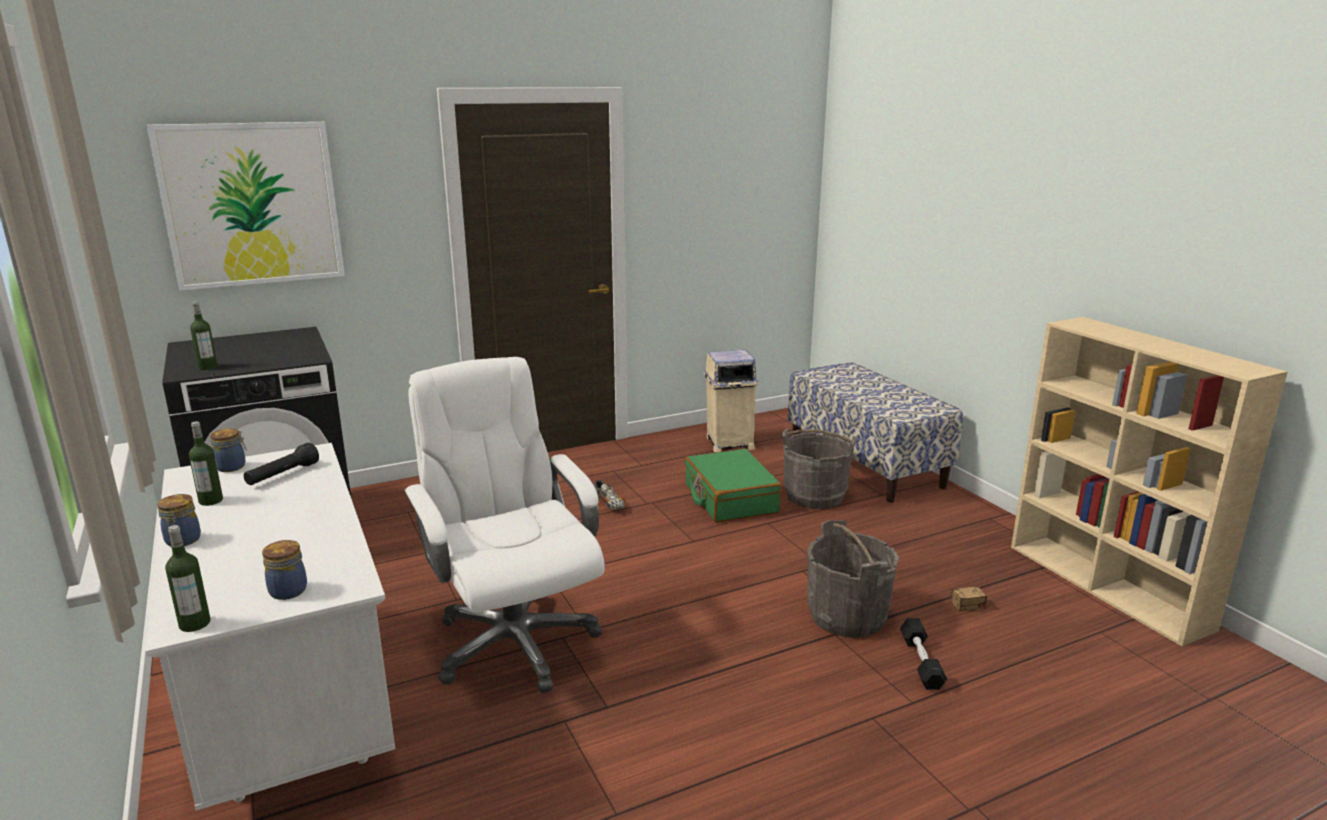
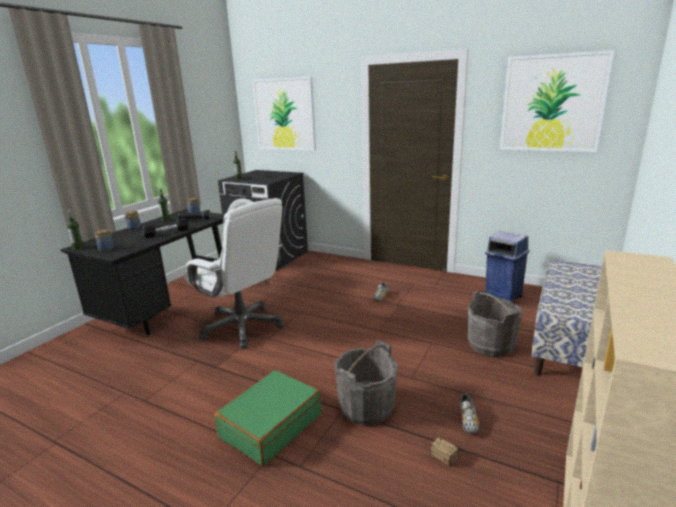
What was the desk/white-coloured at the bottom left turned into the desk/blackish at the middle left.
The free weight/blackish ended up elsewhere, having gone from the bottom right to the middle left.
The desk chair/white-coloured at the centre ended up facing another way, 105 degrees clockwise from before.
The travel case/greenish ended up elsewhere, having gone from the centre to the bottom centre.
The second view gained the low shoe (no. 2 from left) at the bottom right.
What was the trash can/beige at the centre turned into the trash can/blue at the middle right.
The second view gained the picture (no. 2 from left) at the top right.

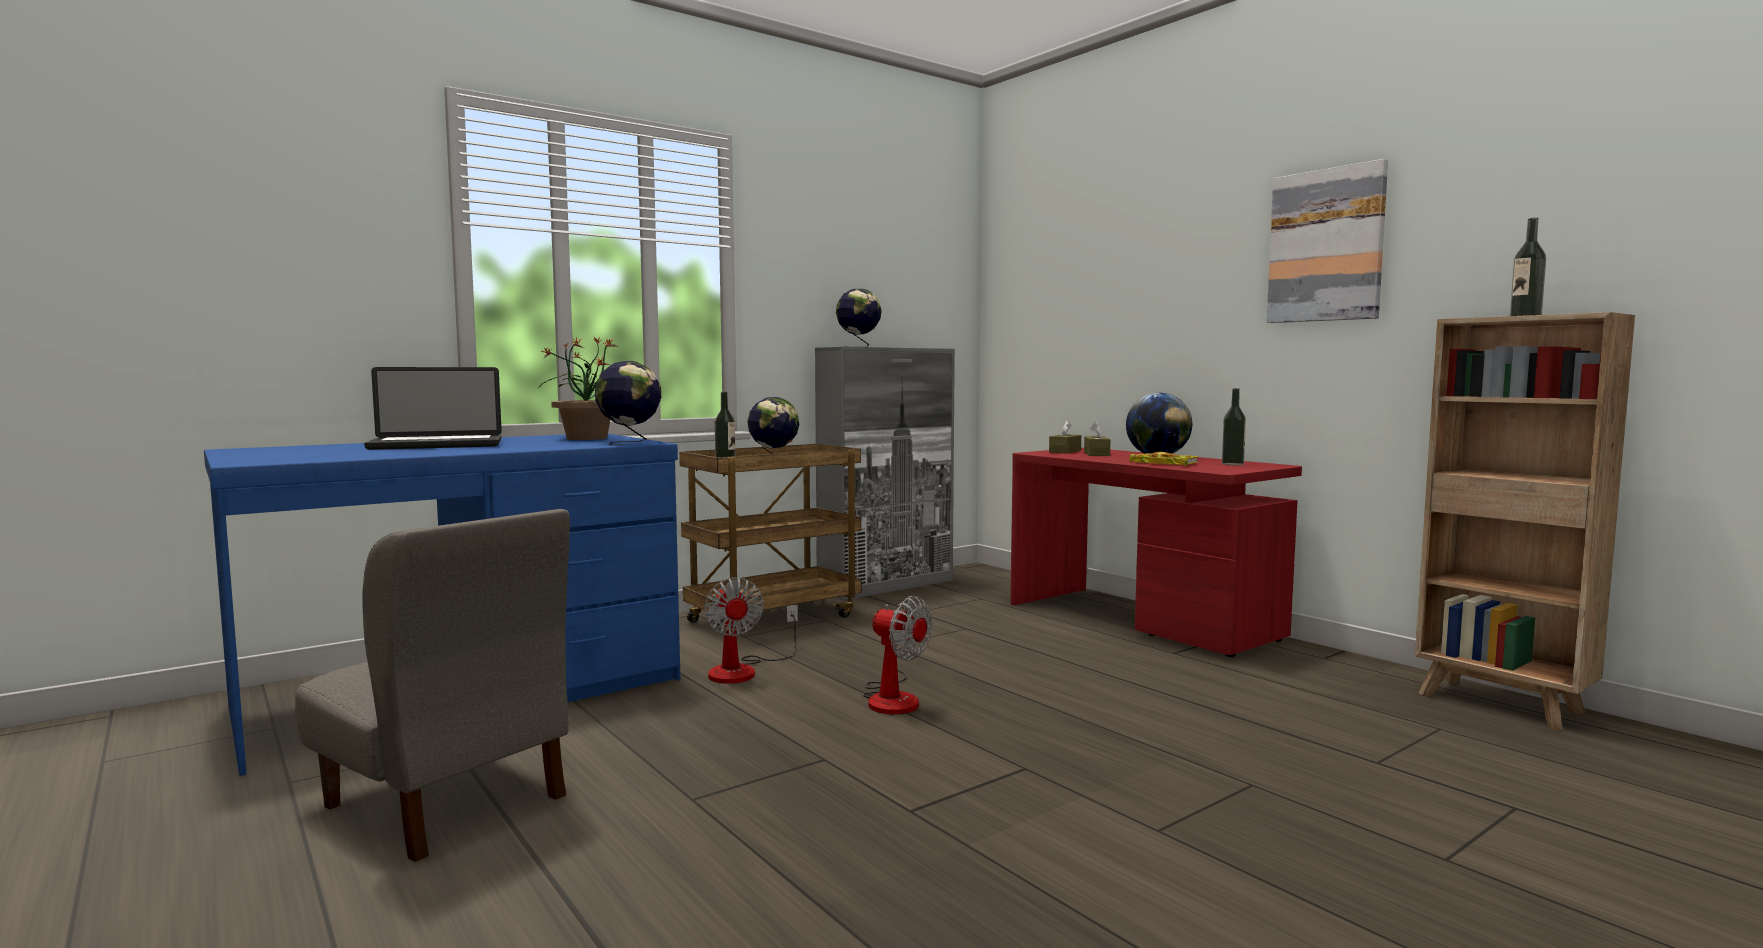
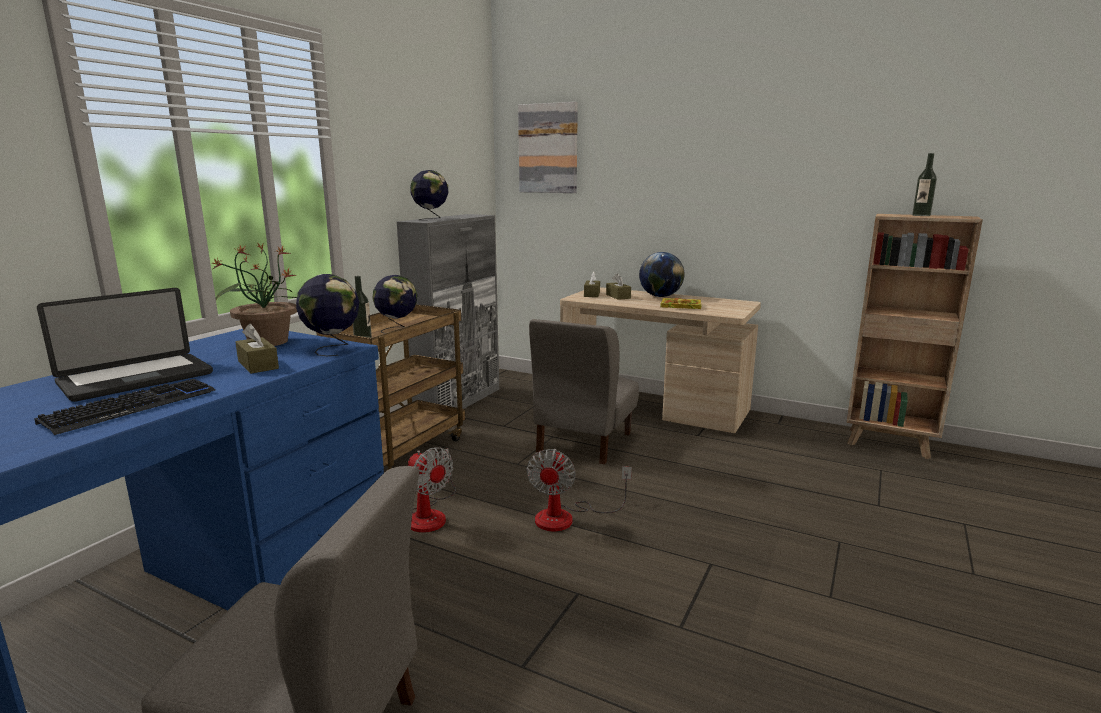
The second view gained the keyboard at the middle left.
The second view gained the tissue box/brown-coloured (no. 1 from left) at the middle left.
The picture ended up elsewhere, having gone from the top right to the top centre.
The fan (no. 2 from left) at the bottom centre ended up facing another way, 90 degrees clockwise from before.
The second view gained the chair/gray (no. 2 from left) at the centre.
What was the desk/red at the centre turned into the desk/beige at the centre.
The second view lost the drink bottle (no. 2 from left) at the middle right.

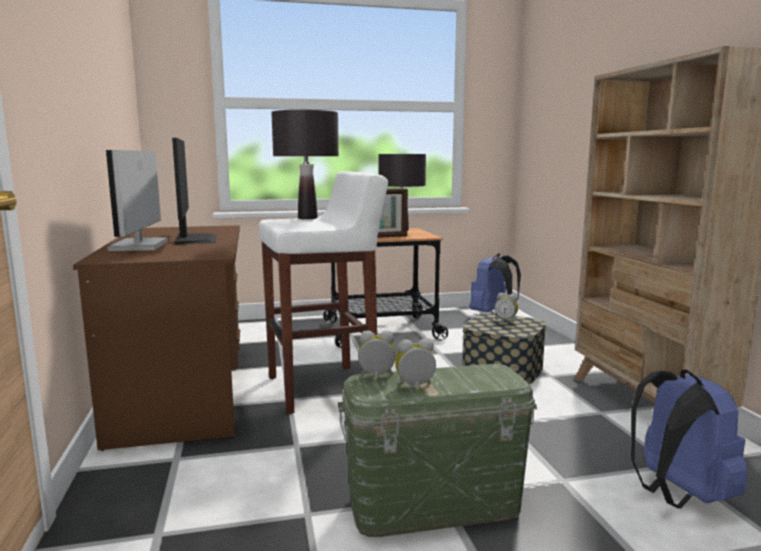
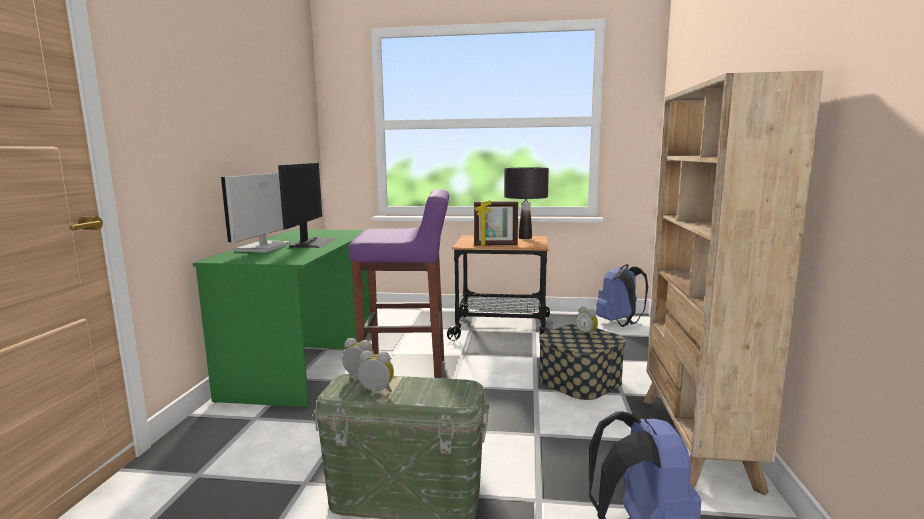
What was the desk/brown-coloured at the middle left turned into the desk/greenish at the middle left.
What was the sitting stool/white-coloured at the centre turned into the sitting stool/purple-coloured at the centre.
The second view lost the lamp for a table/blackish (no. 1 from left) at the top centre.

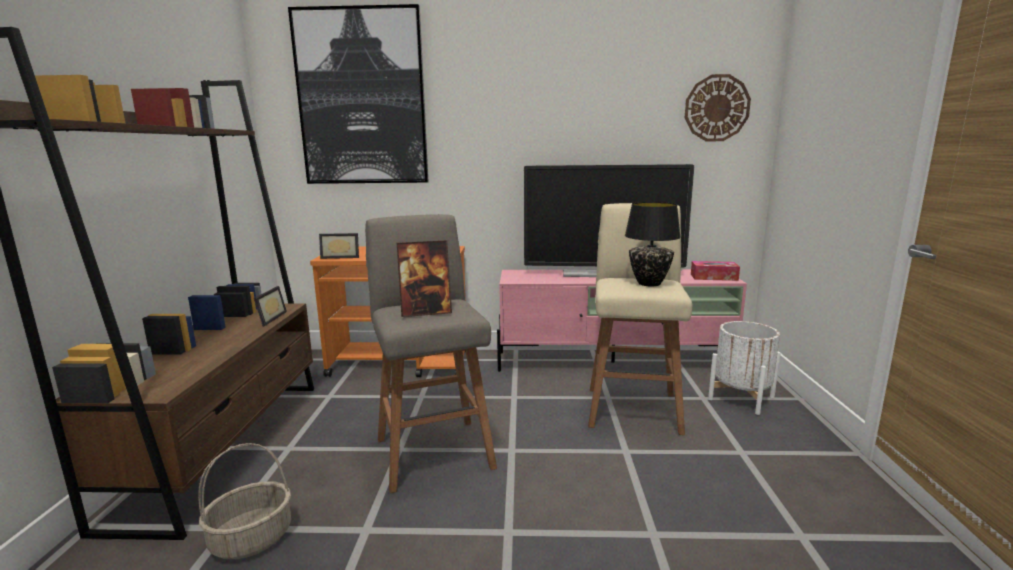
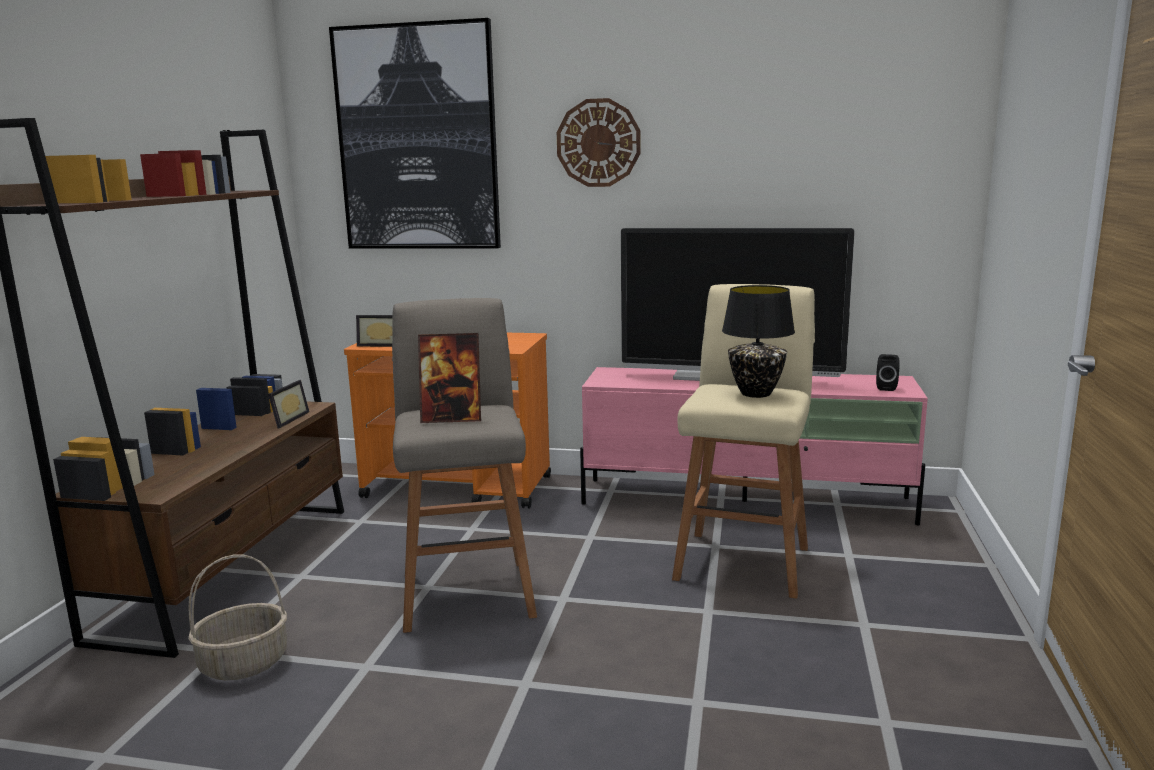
The hanging clock ended up elsewhere, having gone from the top right to the top centre.
Where the tissue box stood at the middle right, the audio speaker/blackish came to stand at the middle right.
The second view lost the planter/white-coloured at the middle right.

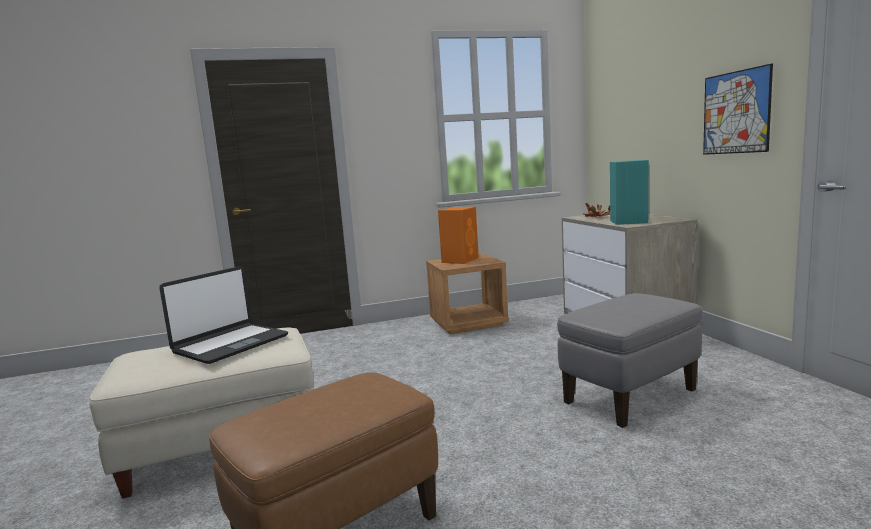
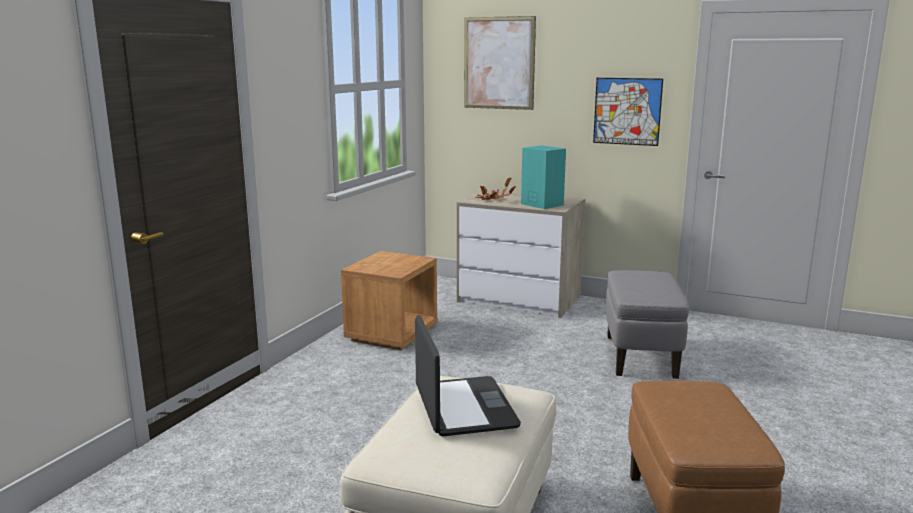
The second view gained the picture (no. 1 from left) at the top centre.
The second view lost the audio speaker/orange-coloured at the centre.

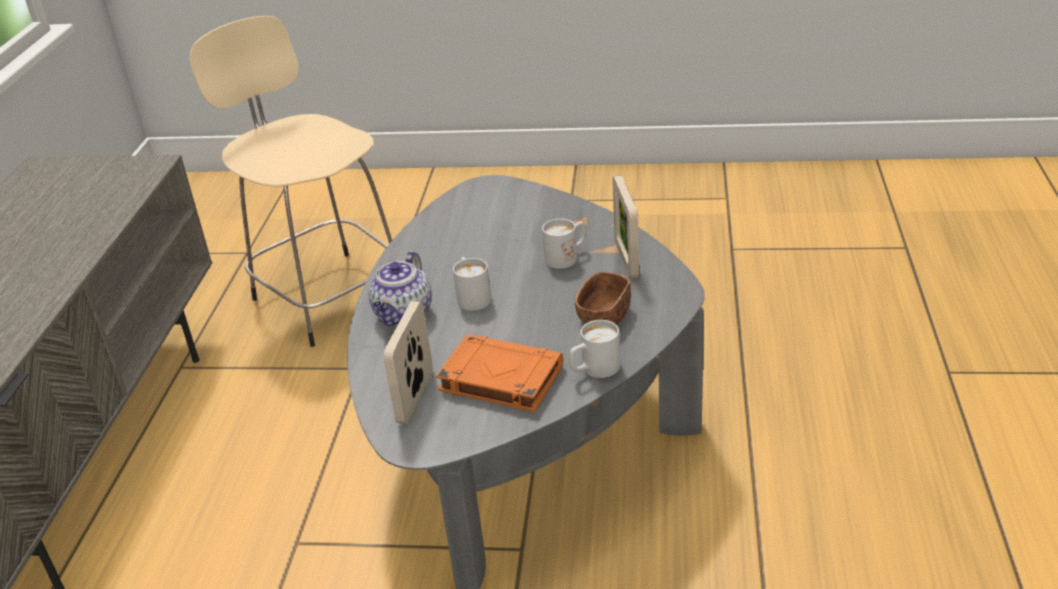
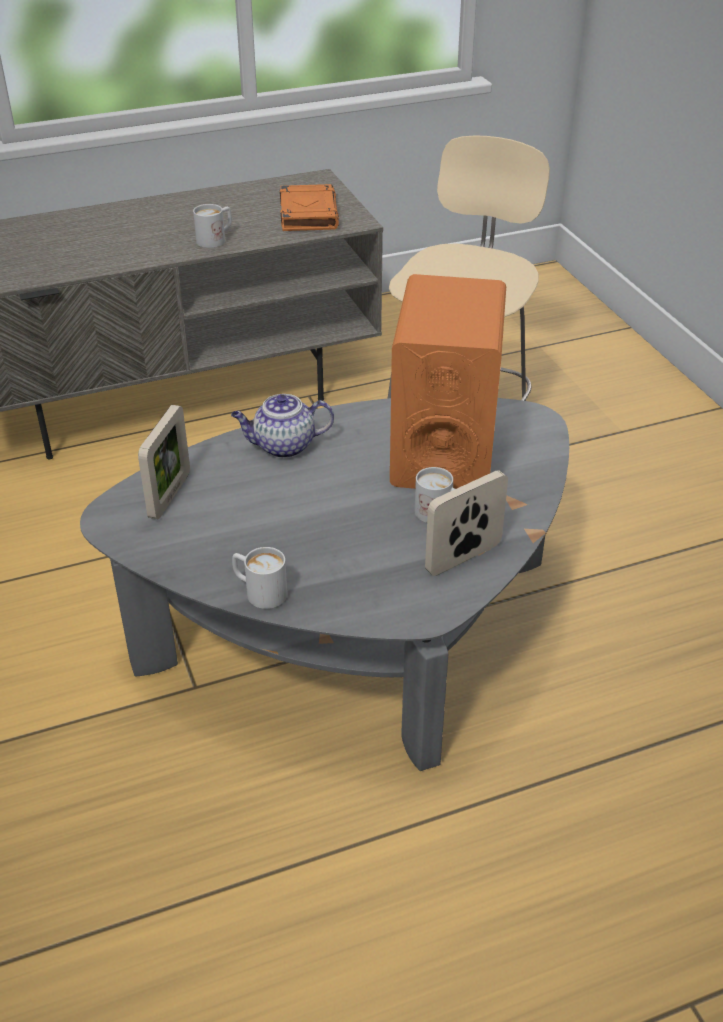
The standing frame (no. 1 from left) at the centre ended up facing another way, 120 degrees clockwise from before.
The coffee mug/white-coloured (no. 1 from left) ended up elsewhere, having gone from the centre to the top left.
The book/orange-coloured ended up elsewhere, having gone from the centre to the top centre.
The second view gained the audio speaker/orange-coloured at the centre.
The second view lost the bowl/brown-coloured at the centre.

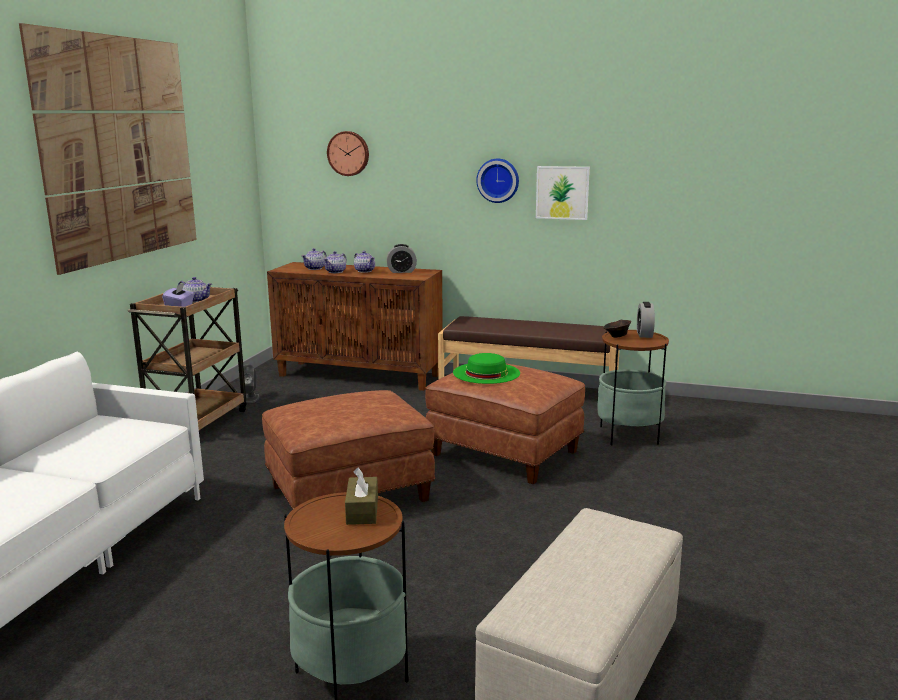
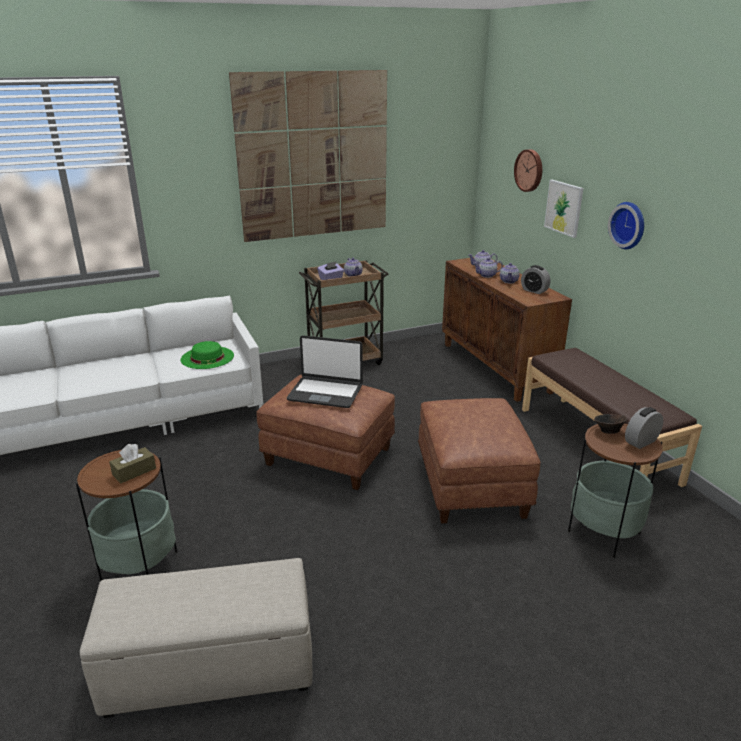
The hat/greenish ended up elsewhere, having gone from the centre to the middle left.
The second view gained the portable computer at the centre.
The picture (no. 2 from left) ended up elsewhere, having gone from the top centre to the top right.
The second view lost the audio speaker/gray at the middle left.

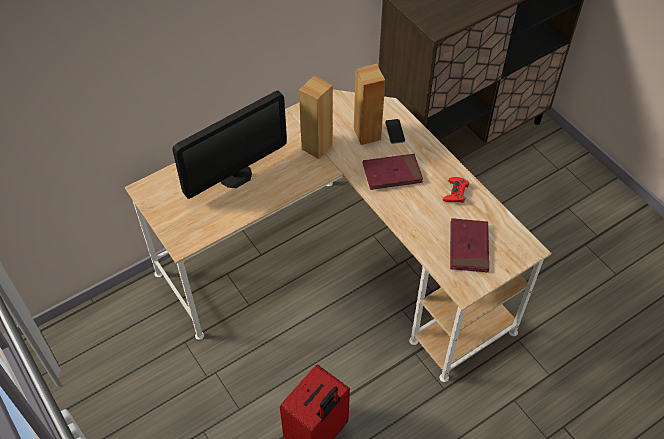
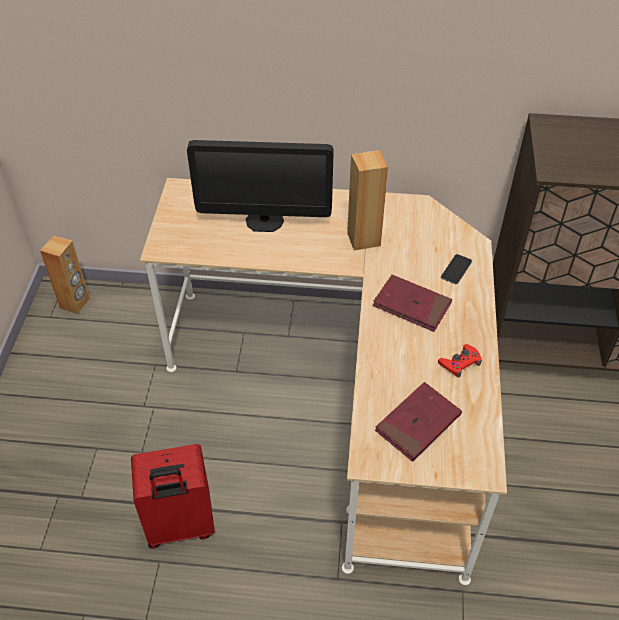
The audio speaker/brown-coloured (no. 2 from left in the first image) ended up elsewhere, having gone from the top centre to the middle left.

